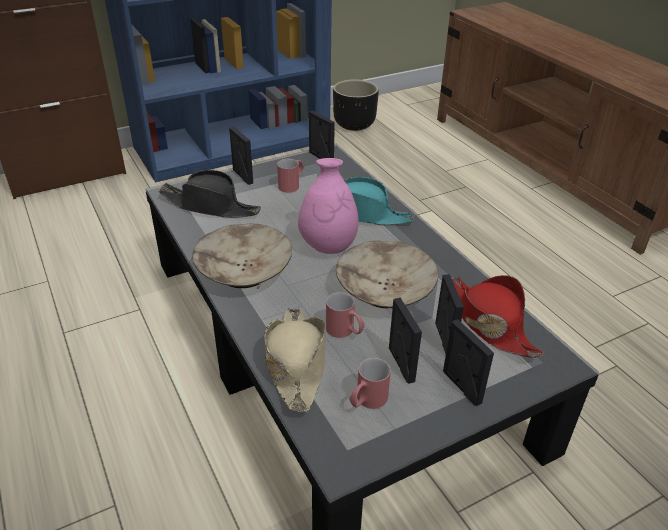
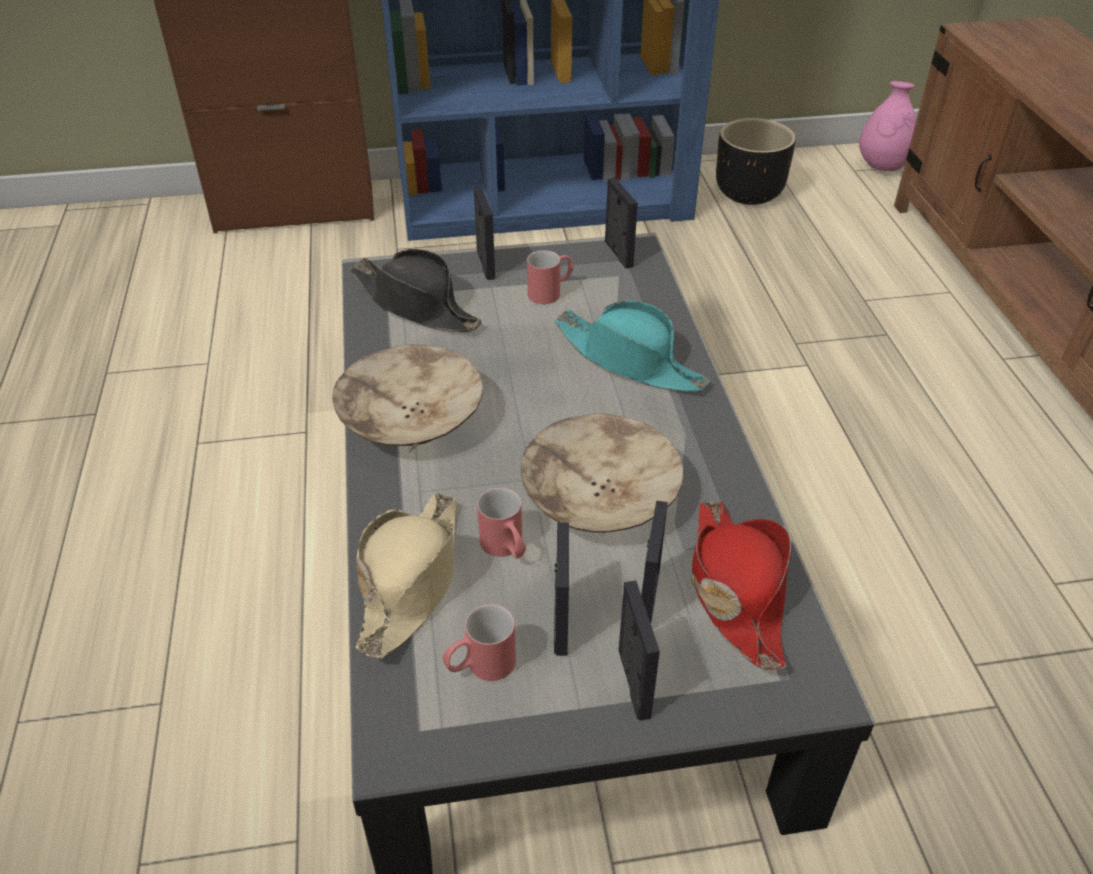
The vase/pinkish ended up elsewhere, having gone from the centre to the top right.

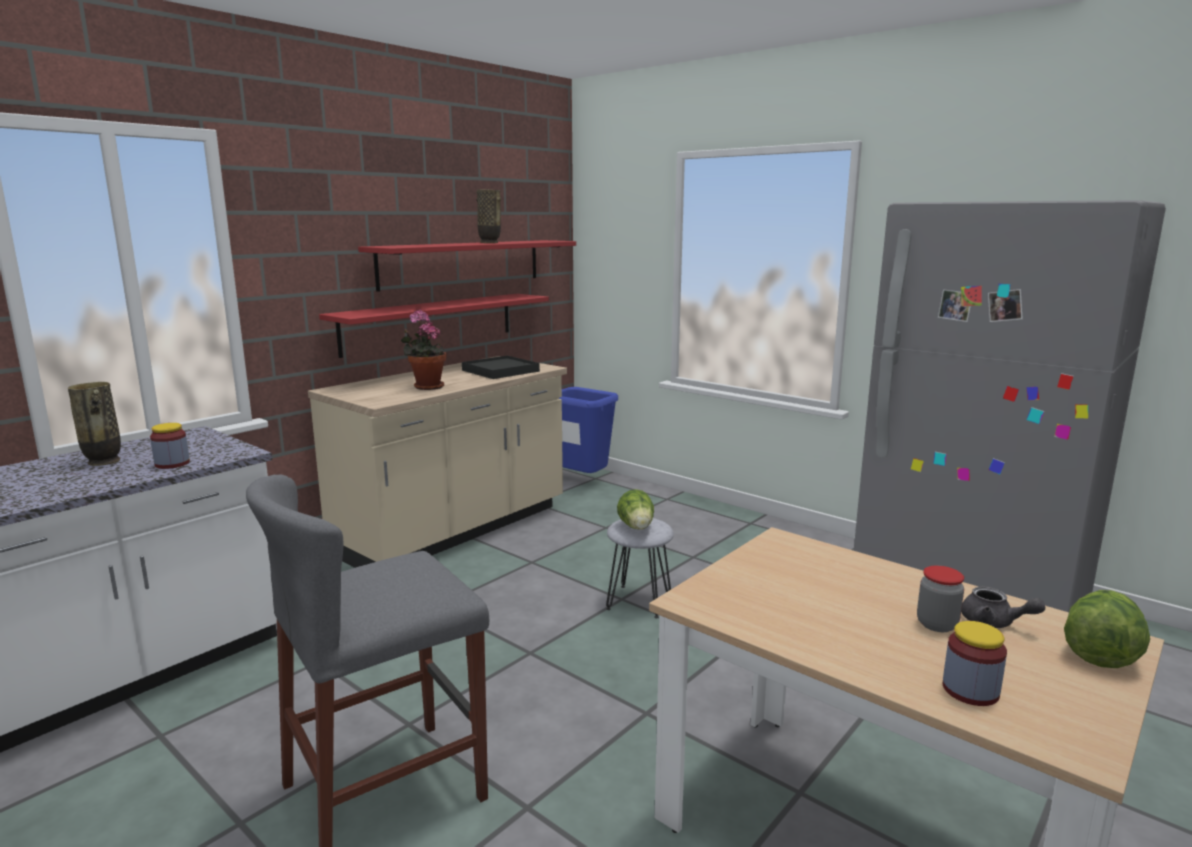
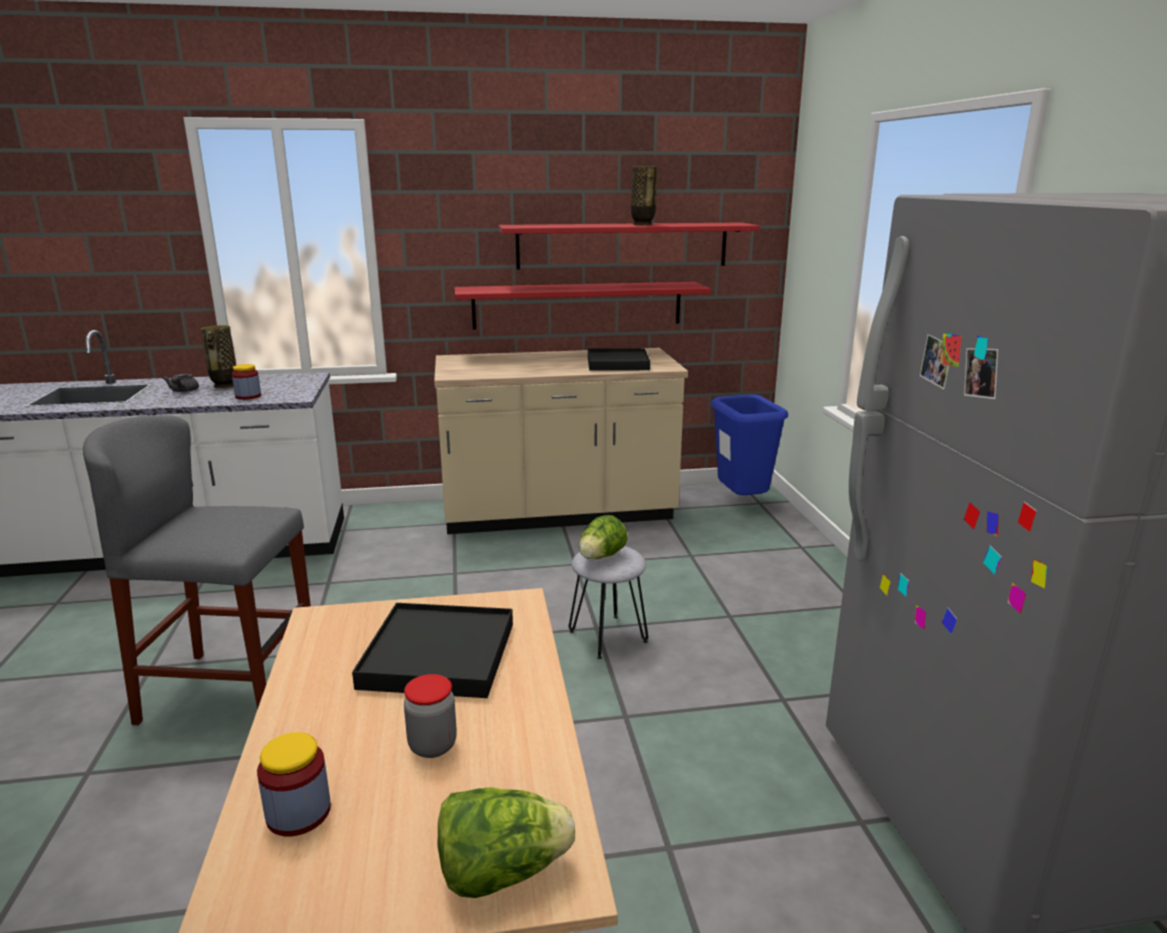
The tea pot/gray ended up elsewhere, having gone from the bottom right to the middle left.
The second view gained the tray/blackish (no. 1 from left) at the bottom centre.
The second view lost the potted plant at the centre.

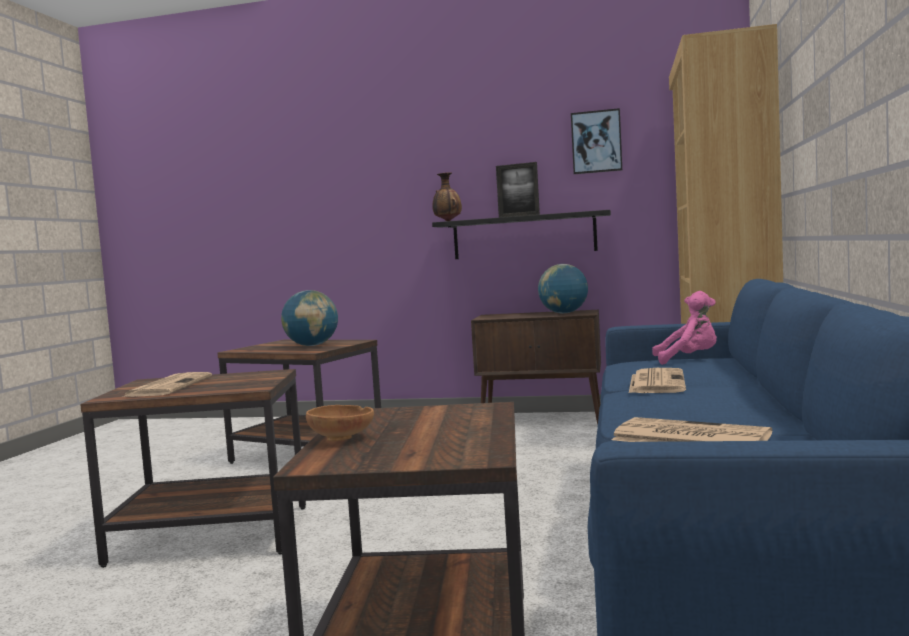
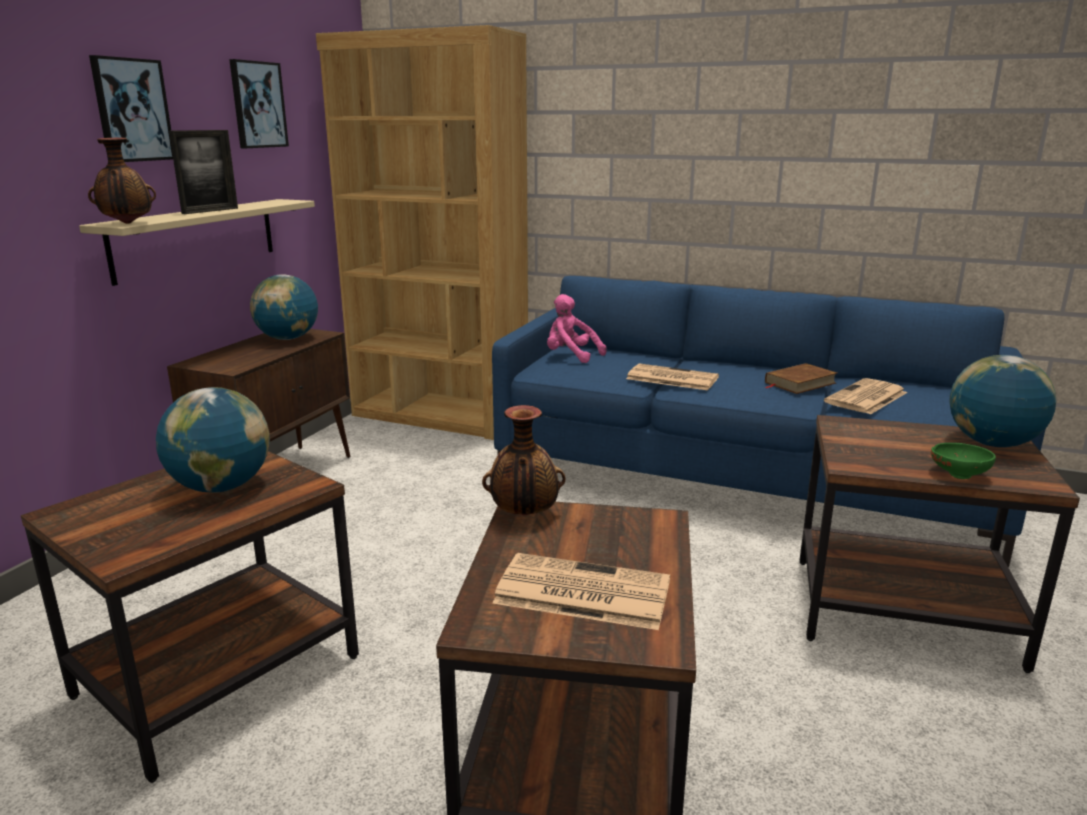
What was the wall shelf/blackish at the centre turned into the wall shelf/beige at the top left.
The second view gained the picture (no. 1 from left) at the top left.
The second view gained the vase (no. 2 from left) at the centre.
The cuddly toy/pinkish at the middle right ended up facing another way, 75 degrees counterclockwise from before.
The second view gained the book/brown-coloured at the middle right.
What was the bowl/brown-coloured at the centre turned into the bowl/greenish at the middle right.
The second view gained the desk globe (no. 3 from left) at the middle right.

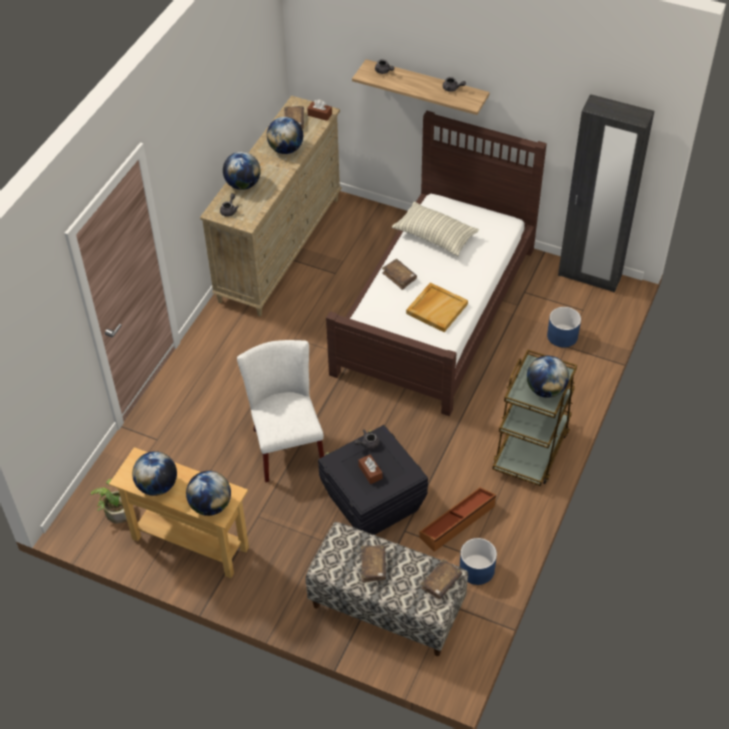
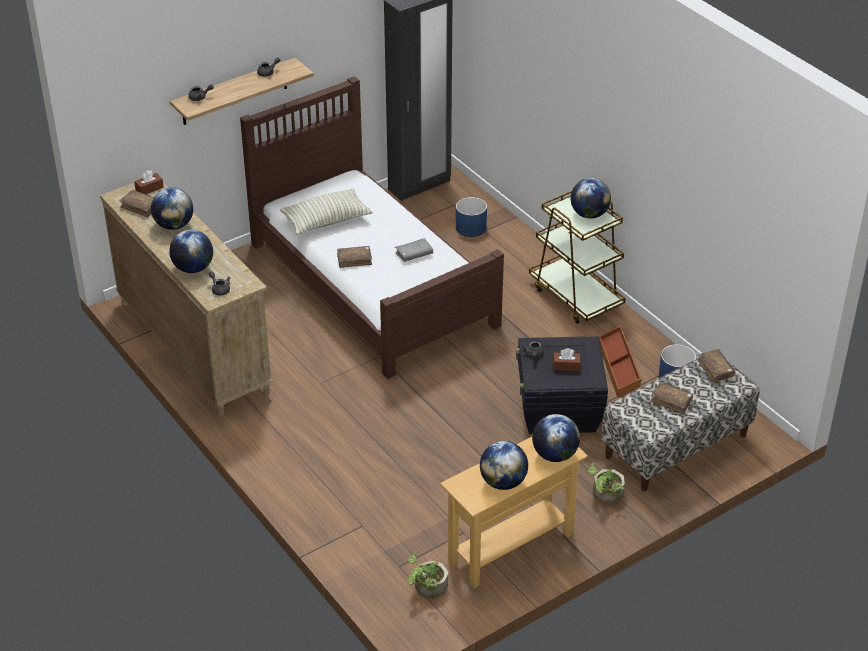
Where the tray/beige stood at the centre, the book/gray came to stand at the centre.
The second view gained the potted plant (no. 2 from left) at the bottom right.
The second view lost the chair/white-coloured at the centre.

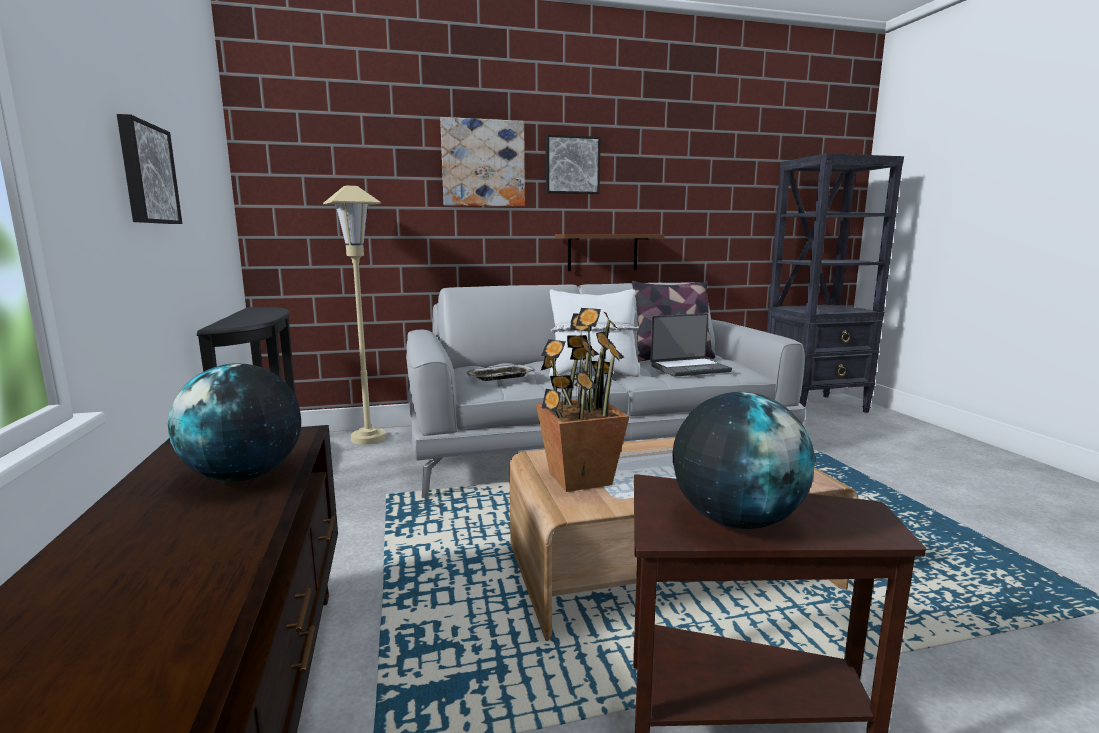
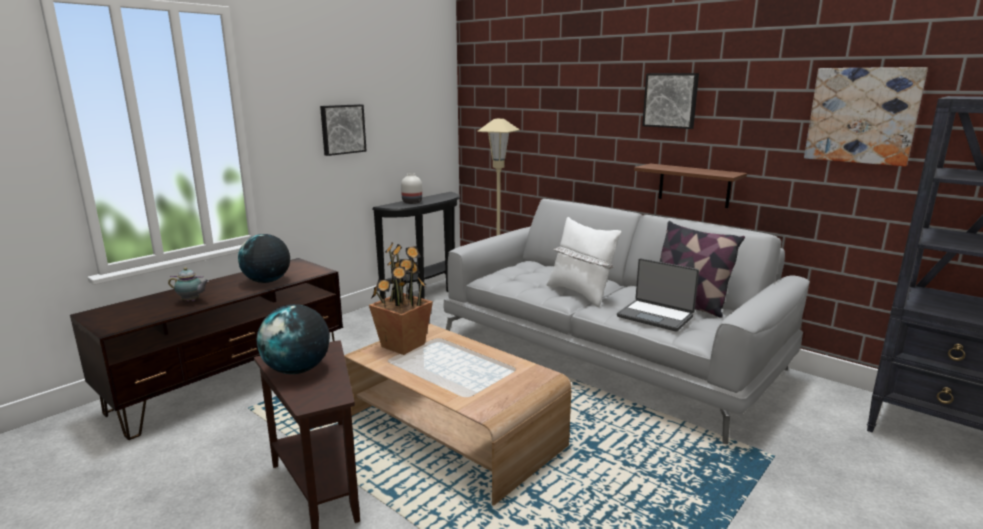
The second view gained the tea pot at the middle left.
The second view gained the vase/white-coloured at the centre.
The picture (no. 2 from left in the first image) ended up elsewhere, having gone from the top centre to the top right.
The second view lost the tray at the centre.

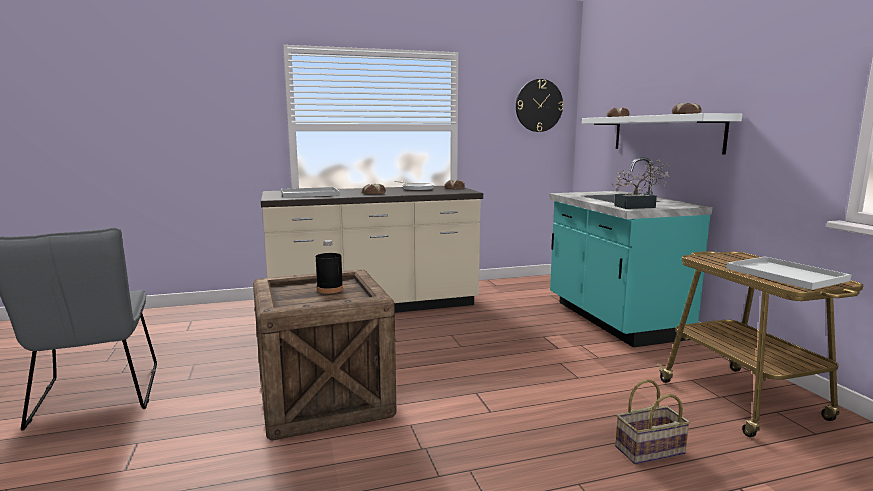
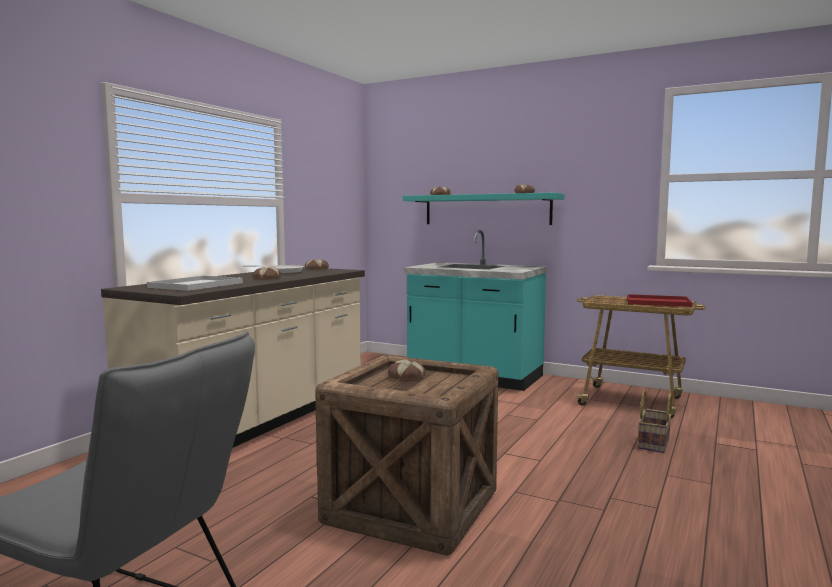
Where the drink bottle/blackish stood at the centre, the bread (no. 3 from left) came to stand at the centre.
What was the wall shelf/white-coloured at the top right turned into the wall shelf/blue-green at the centre.
What was the tray/white-coloured (no. 2 from left) at the middle right turned into the tray/red at the middle right.
The second view lost the hanging clock at the top centre.
The second view lost the potted plant at the middle right.

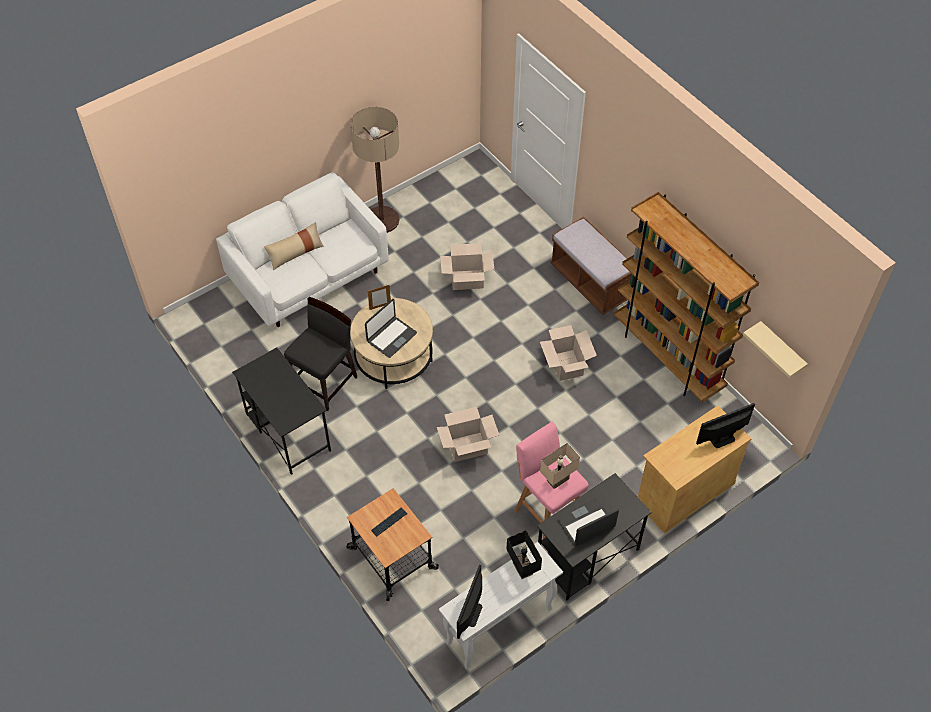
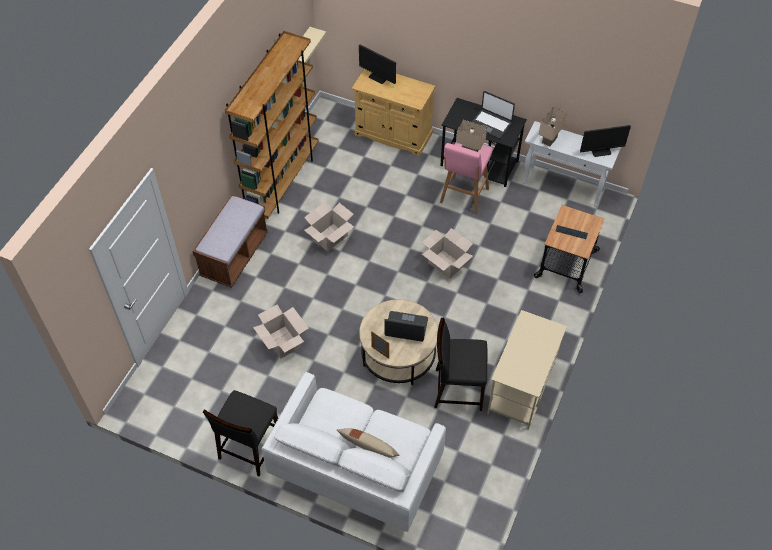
Where the standing lamp stood at the top centre, the chair/blackish (no. 1 from left) came to stand at the bottom left.
What was the desk/blackish (no. 1 from left) at the middle left turned into the desk/beige at the bottom right.
What was the lamp for a table/blackish at the bottom centre turned into the lamp for a table/beige (no. 2 from left) at the top right.

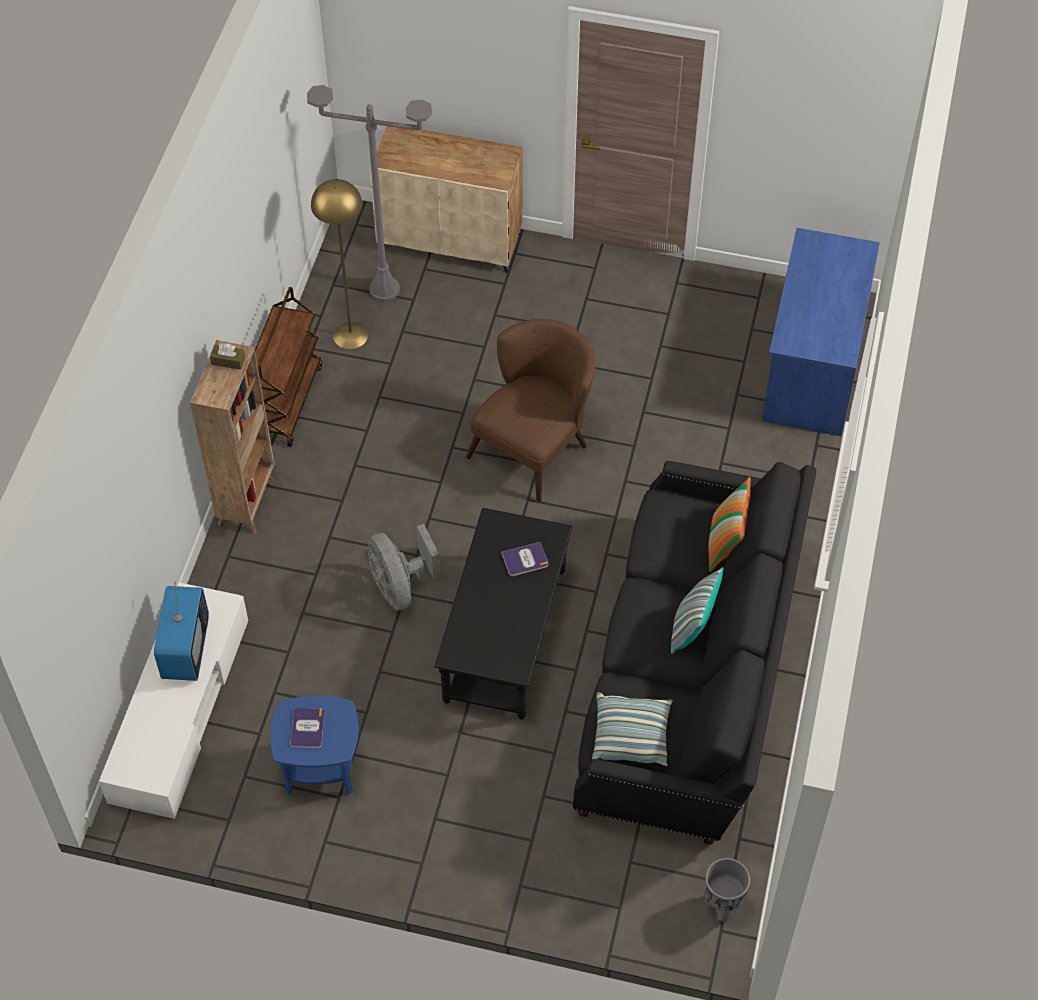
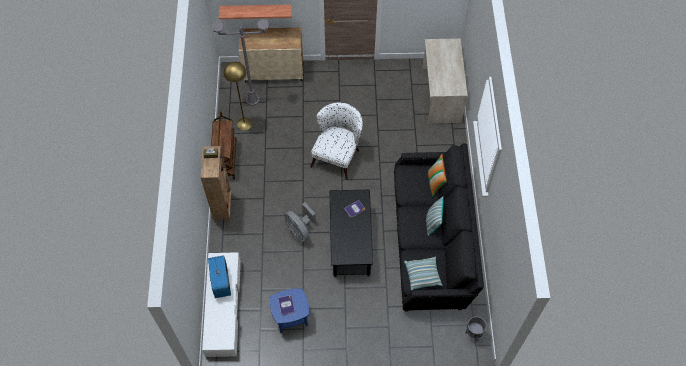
The second view gained the wall shelf at the top centre.
What was the easy chair/brown-coloured at the centre turned into the easy chair/white-coloured at the centre.
What was the desk/blue at the top right turned into the desk/beige at the top centre.

